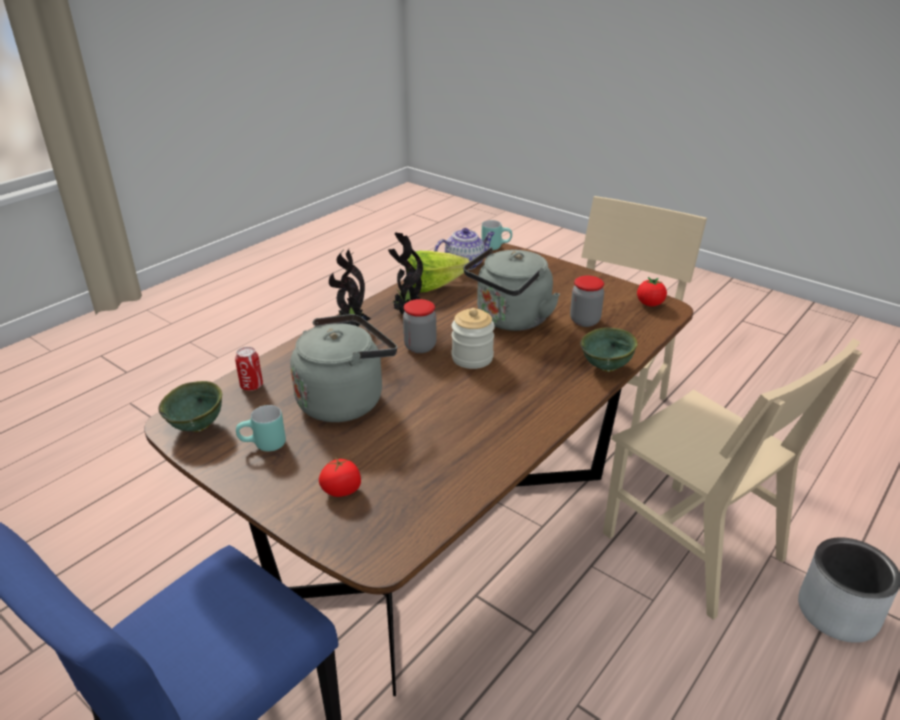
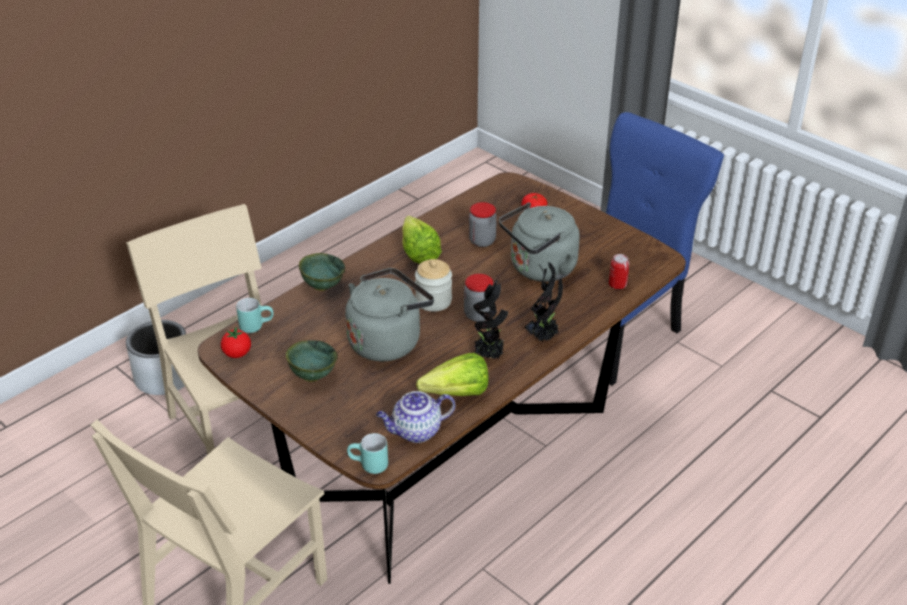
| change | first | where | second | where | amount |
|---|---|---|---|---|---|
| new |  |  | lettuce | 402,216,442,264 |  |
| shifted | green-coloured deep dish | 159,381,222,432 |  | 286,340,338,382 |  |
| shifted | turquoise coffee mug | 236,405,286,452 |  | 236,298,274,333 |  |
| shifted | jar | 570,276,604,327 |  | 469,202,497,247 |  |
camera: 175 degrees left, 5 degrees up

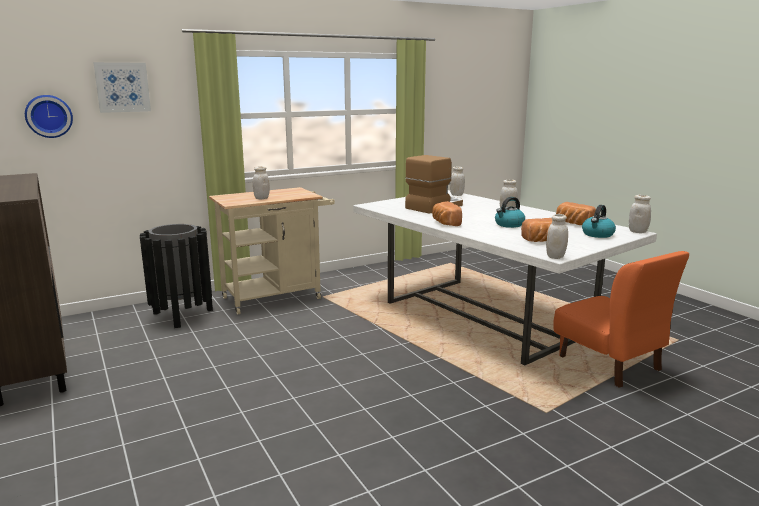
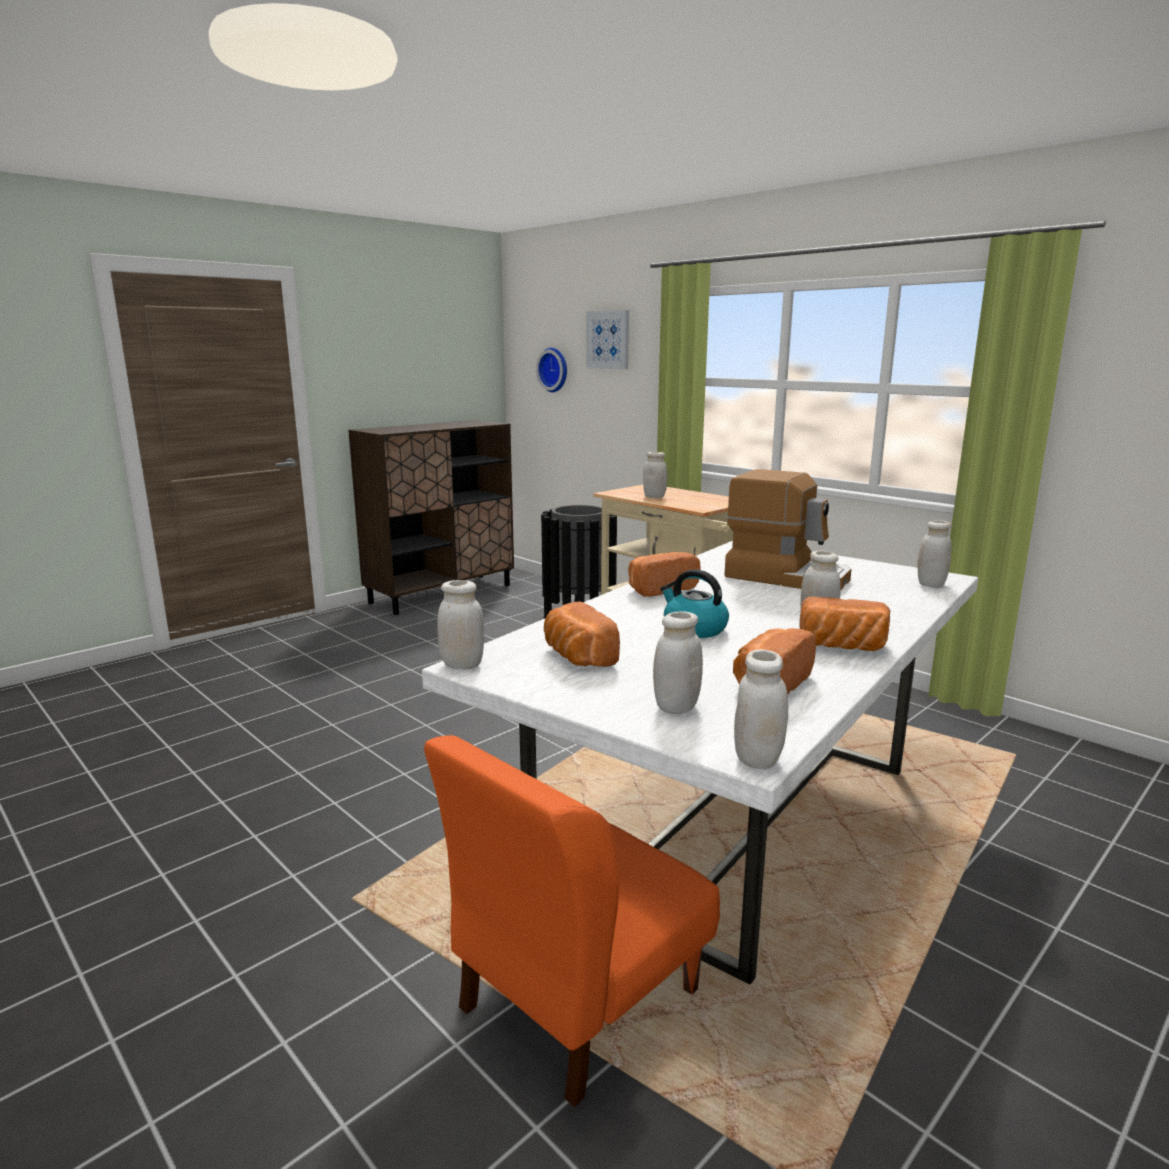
| change | first | where | second | where | amount |
|---|---|---|---|---|---|
| new |  |  | bakery bread | 799,597,890,651 |  |
| swapped | kettle | 582,205,616,238 | white jar | 653,611,703,714 |  |
camera: 75 degrees right, 0 degrees up

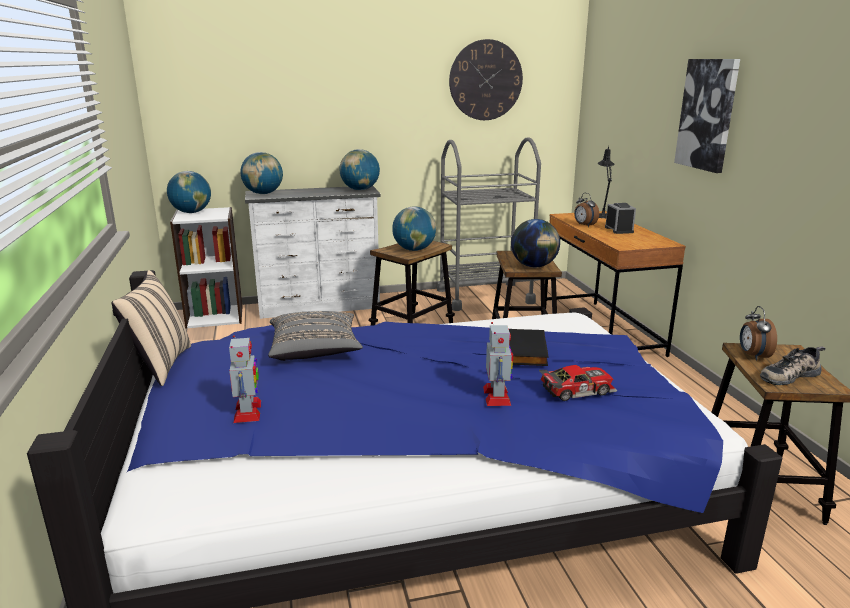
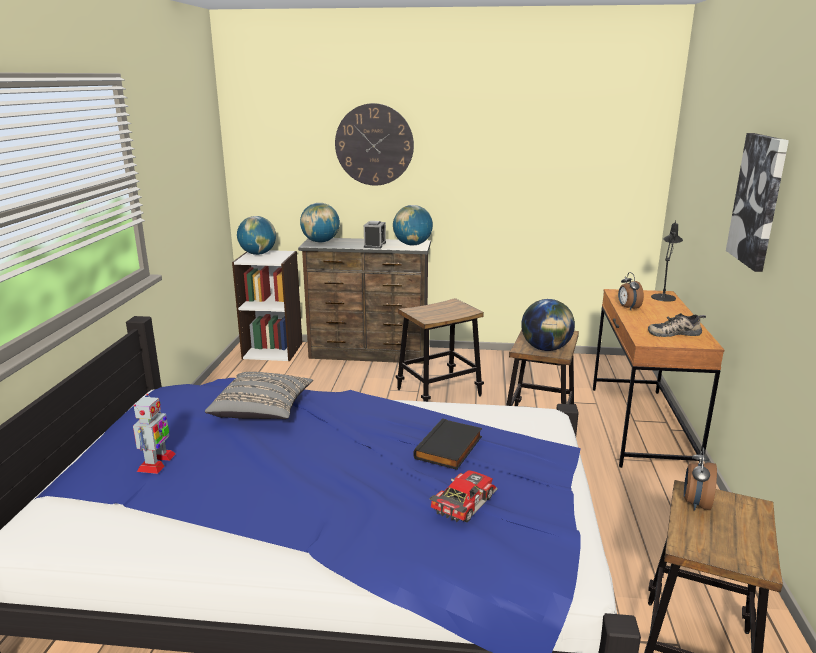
| change | first | where | second | where | amount |
|---|---|---|---|---|---|
| gone | sand-coloured pillow | 112,270,191,386 |  |  |  |
| gone | desk globe | 392,206,436,251 |  |  |  |
| gone | grey trolley | 437,137,541,311 |  |  |  |
| gone | model robot | 483,322,513,406 |  |  |  |
| shifted | clock on the wall | 449,39,523,120 |  | 335,103,414,185 |  |
| shifted | table clock | 605,203,636,234 |  | 364,221,386,249 |  |
| shifted | item of footwear | 760,347,826,385 |  | 648,313,706,337 |  |
| repainted | white chest of drawers | 245,186,380,319 | brown chest of drawers | 298,238,431,364 |  |
| rotated | toy car | 539,365,617,401 |  | 429,470,498,522 | 60 degrees counterclockwise |
camera: 20 degrees right, 0 degrees up

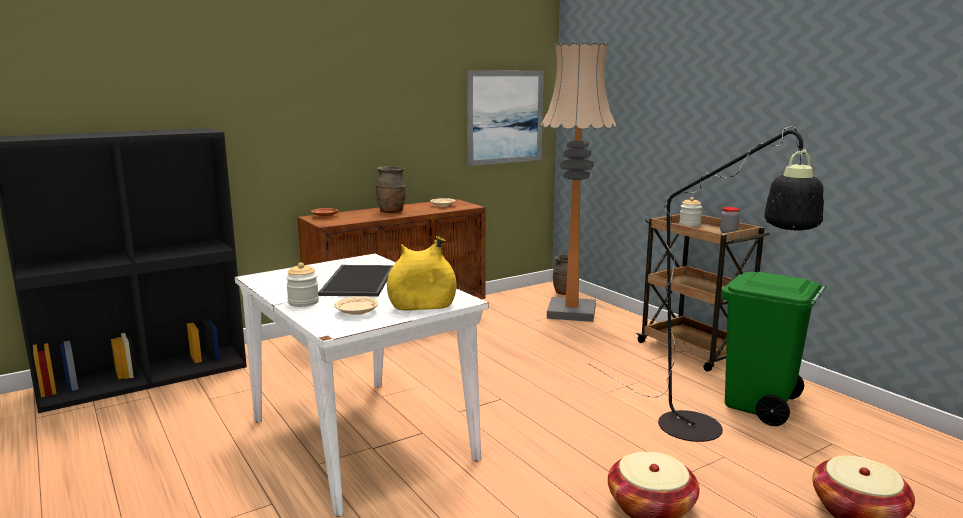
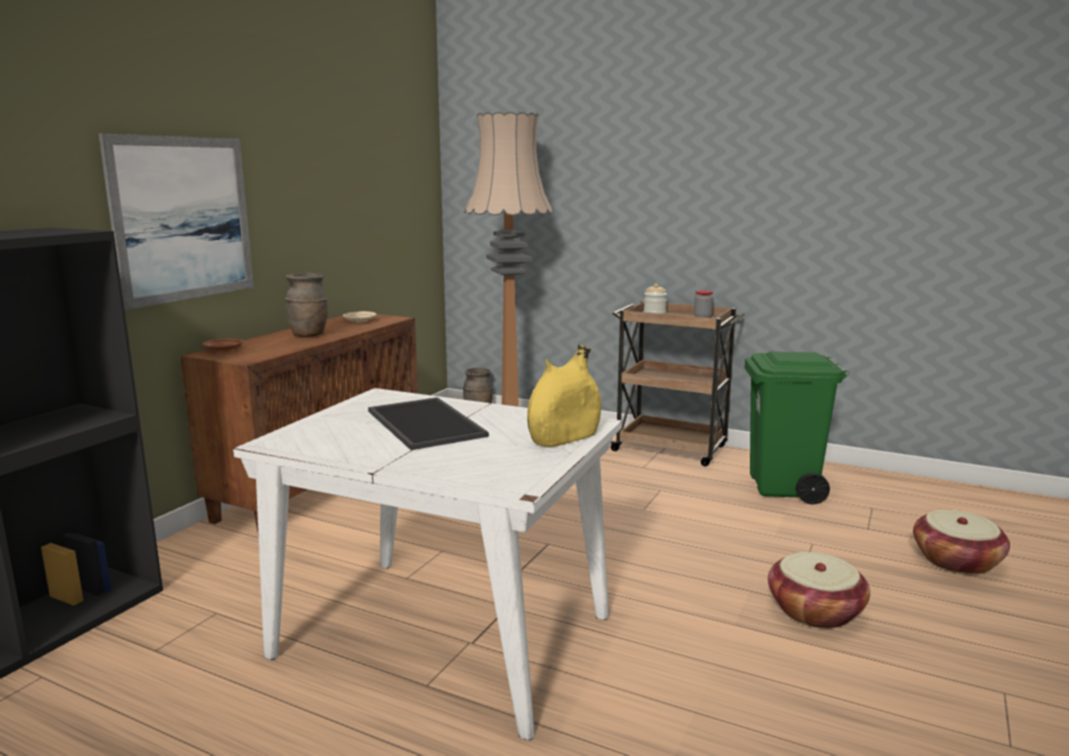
| change | first | where | second | where | amount |
|---|---|---|---|---|---|
| gone | jar | 286,263,319,307 |  |  |  |
| gone | sand-coloured plate | 334,297,378,315 |  |  |  |
| gone | blackish standing lamp | 588,127,824,442 |  |  |  |
| shifted | wall picture | 467,71,544,166 |  | 99,134,254,310 |  |
camera: 30 degrees left, 0 degrees up

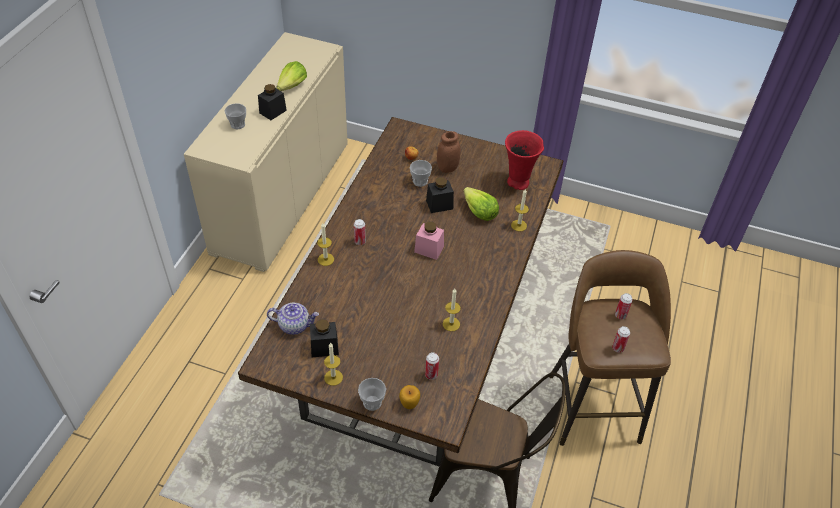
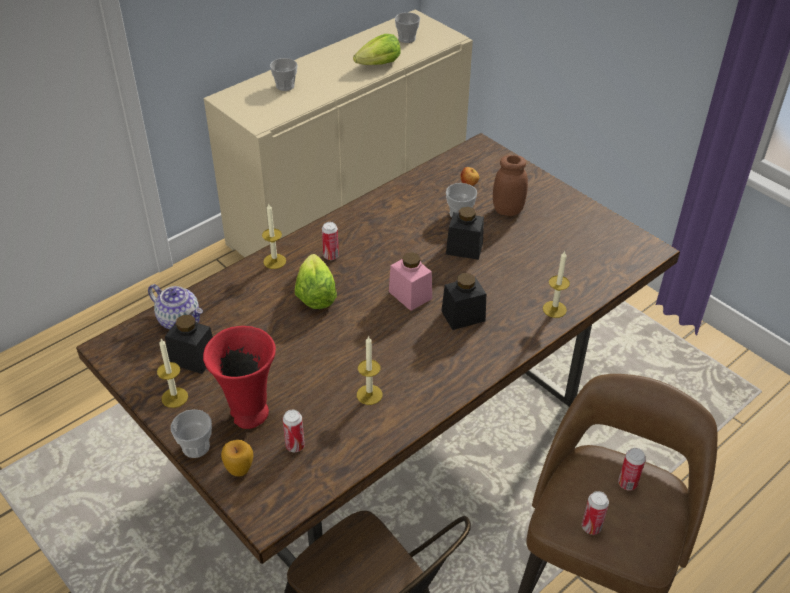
| change | first | where | second | where | amount |
|---|---|---|---|---|---|
| new |  |  | cup | 395,12,420,43 |  |
| shifted | blackish jar | 258,84,287,120 |  | 441,273,486,330 |  |
| shifted | lettuce | 464,187,499,221 |  | 295,254,337,309 |  |
| shifted | red-coloured vase | 505,130,544,190 |  | 203,326,276,429 |  |
camera: 30 degrees right, 5 degrees down

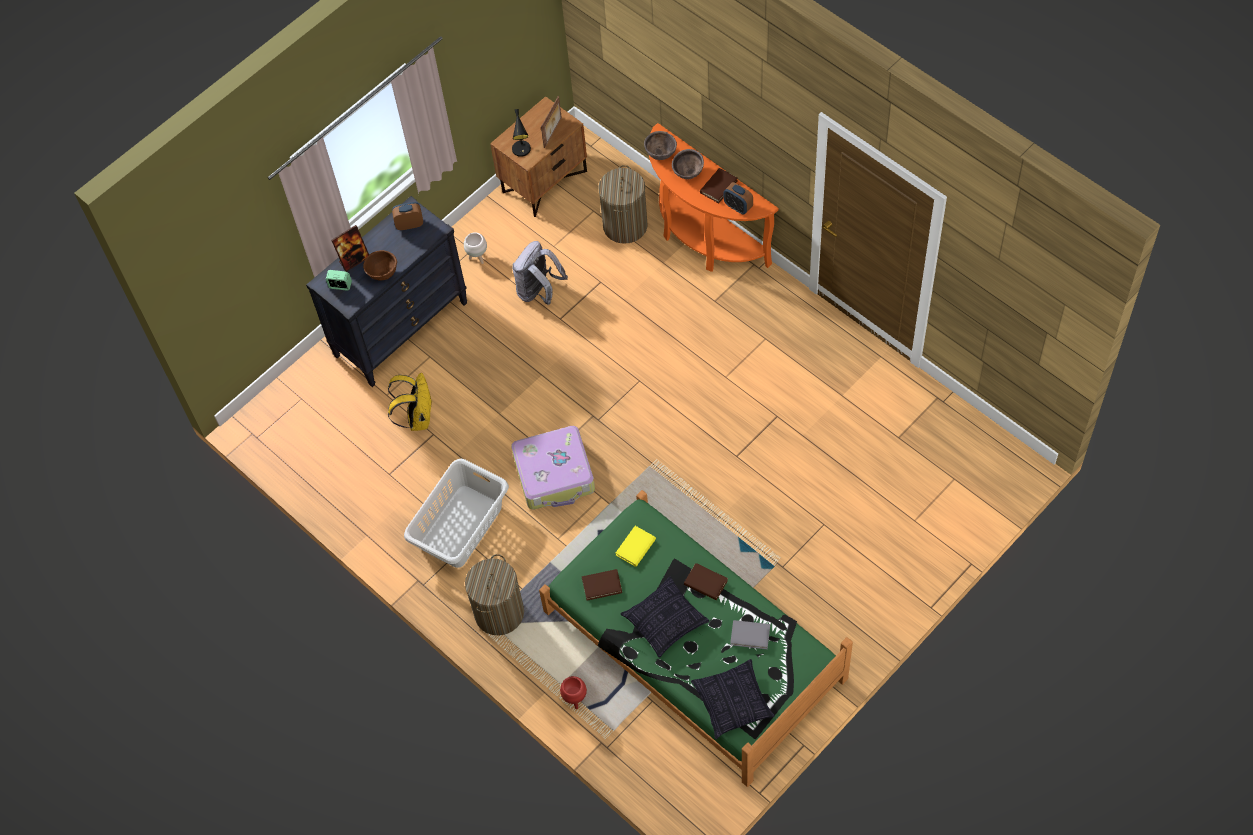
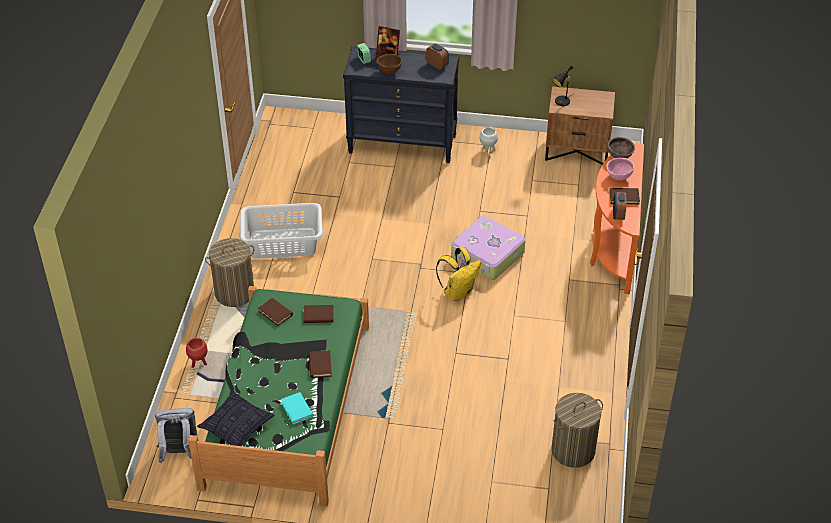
| change | first | where | second | where | amount |
|---|---|---|---|---|---|
| gone | photo frame | 541,96,562,148 |  |  |  |
| gone | pillow | 620,577,709,658 |  |  |  |
| shifted | yellow knapsack | 388,373,432,431 |  | 436,246,481,301 |  |
| shifted | travel case | 511,426,595,510 |  | 451,216,525,280 |  |
| shifted | grey knapsack | 512,241,568,305 |  | 155,408,197,463 |  |
| shifted | hamper | 598,165,648,244 |  | 552,393,603,468 |  |
| repainted | yellow bound book | 616,526,656,567 | brown bound book | 303,305,334,323 |  |
| repainted | brown deep dish | 672,149,704,179 | pinkish deep dish | 606,158,635,181 |  |
| repainted | grey bound book | 730,620,770,649 | turquoise bound book | 281,392,313,424 |  |
camera: 50 degrees right, 15 degrees down

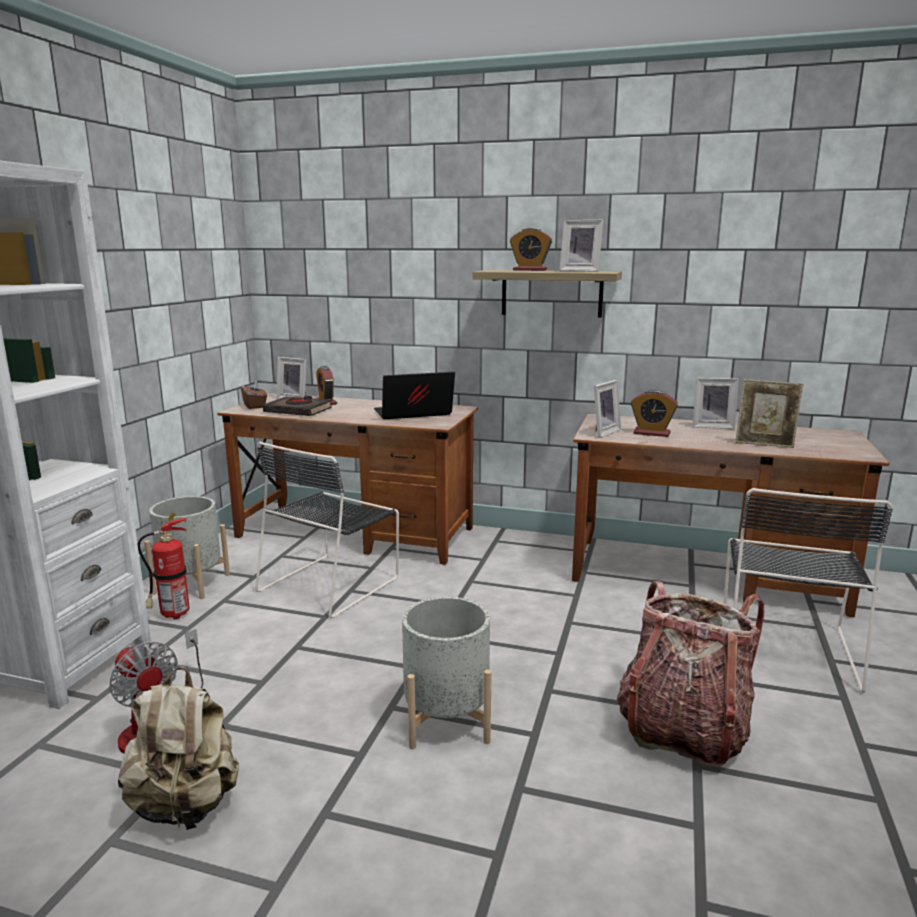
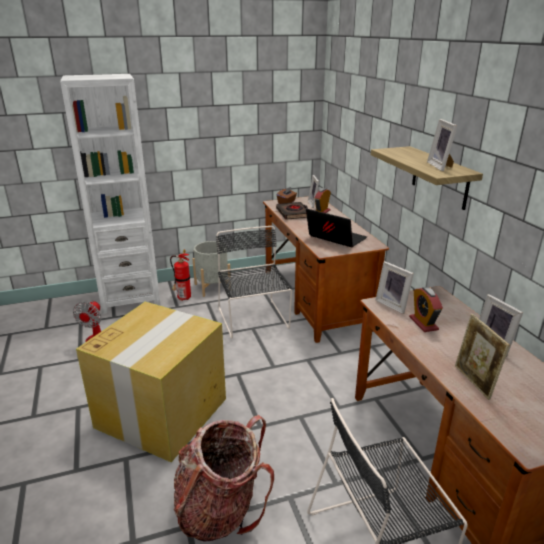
| change | first | where | second | where | amount |
|---|---|---|---|---|---|
| gone | sand-coloured knapsack | 118,666,239,833 |  |  |  |
| gone | table clock | 510,228,552,271 |  |  |  |
| swapped | grey plant pot | 402,596,492,749 | cardboard box | 76,302,226,462 |  |
| rotated | blackish plain chair | 255,441,399,618 |  | 216,226,292,338 | 75 degrees clockwise |
| rotated | photo frame | 594,380,621,438 |  | 376,261,414,314 | 45 degrees clockwise |
camera: 55 degrees right, 10 degrees up

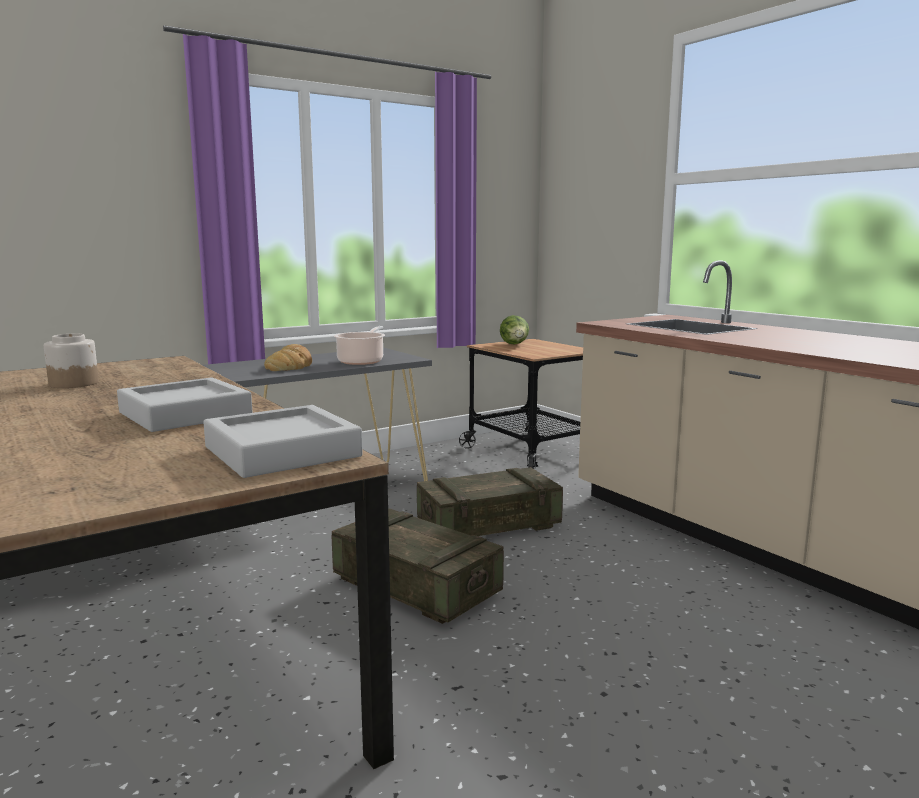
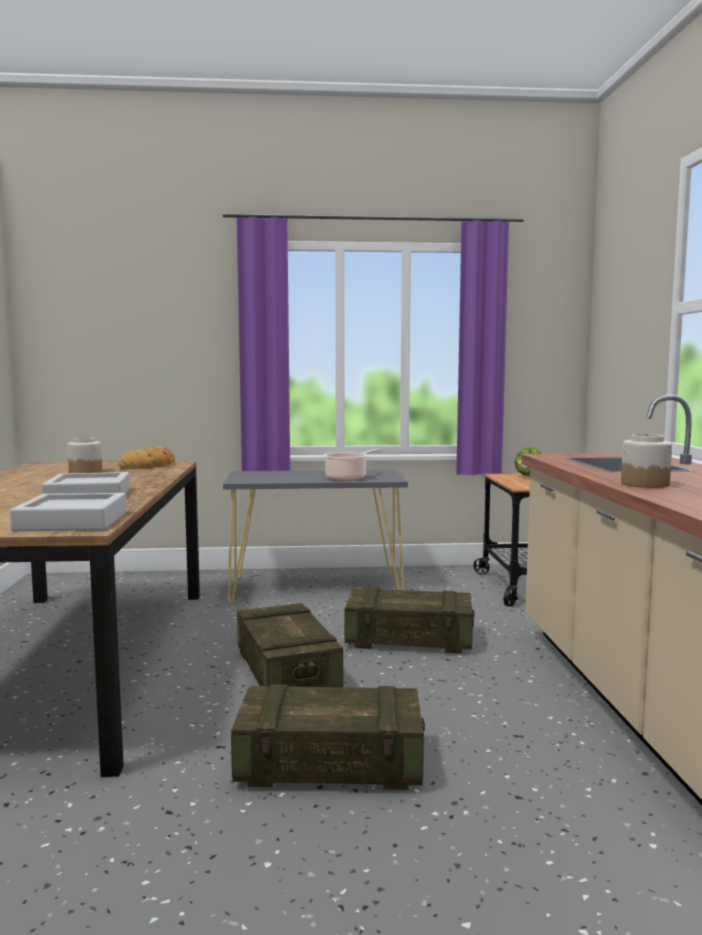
| change | first | where | second | where | amount |
|---|---|---|---|---|---|
| new |  |  | shipping crate | 231,684,425,790 |  |
| new |  |  | jar | 621,434,672,488 |  |
| shifted | bakery bread | 264,344,312,371 |  | 119,446,175,468 |  |
camera: 30 degrees right, 5 degrees down

